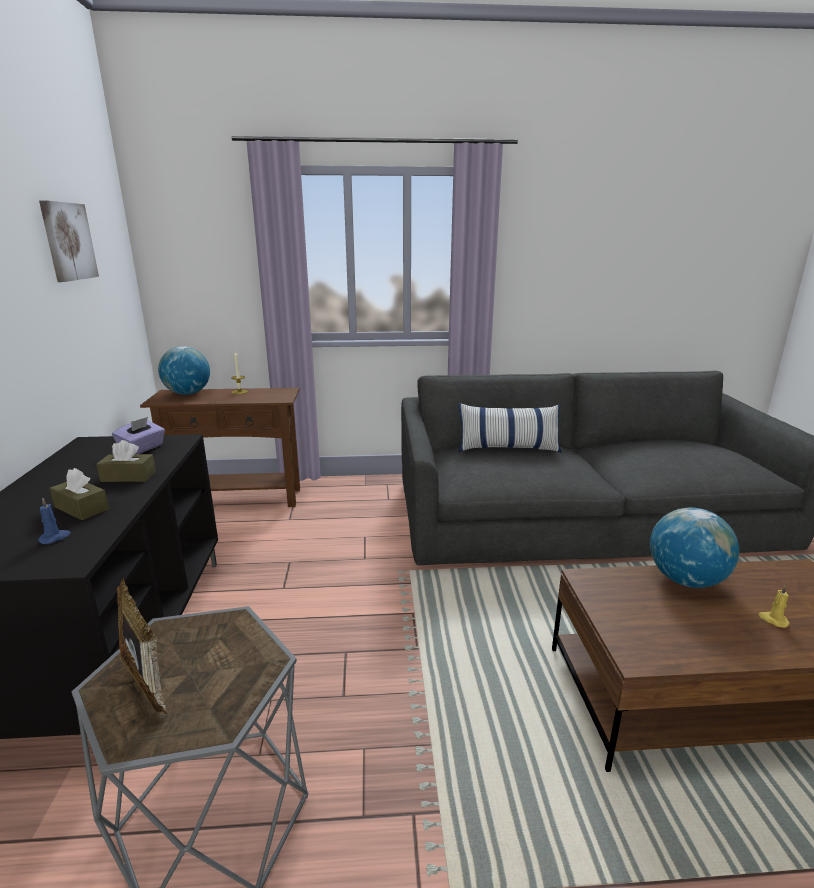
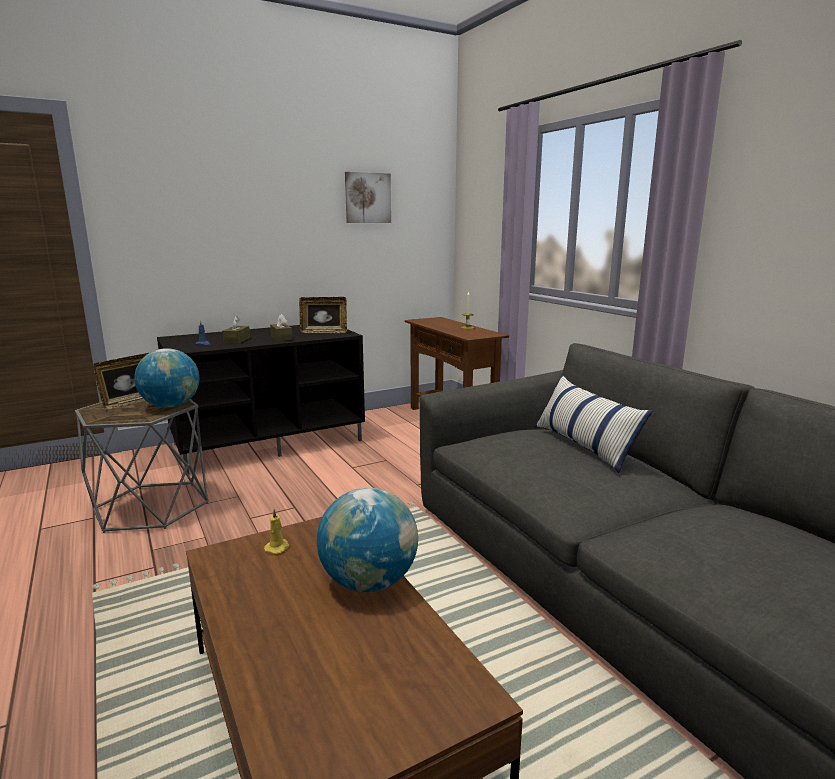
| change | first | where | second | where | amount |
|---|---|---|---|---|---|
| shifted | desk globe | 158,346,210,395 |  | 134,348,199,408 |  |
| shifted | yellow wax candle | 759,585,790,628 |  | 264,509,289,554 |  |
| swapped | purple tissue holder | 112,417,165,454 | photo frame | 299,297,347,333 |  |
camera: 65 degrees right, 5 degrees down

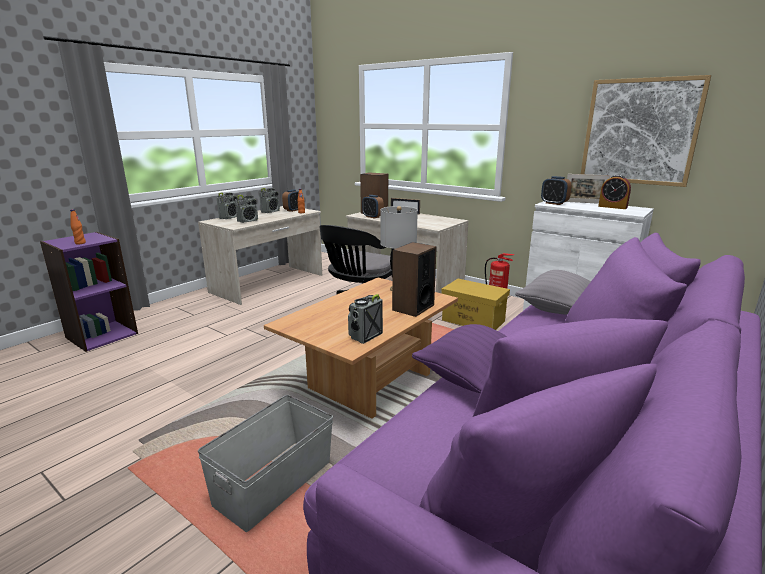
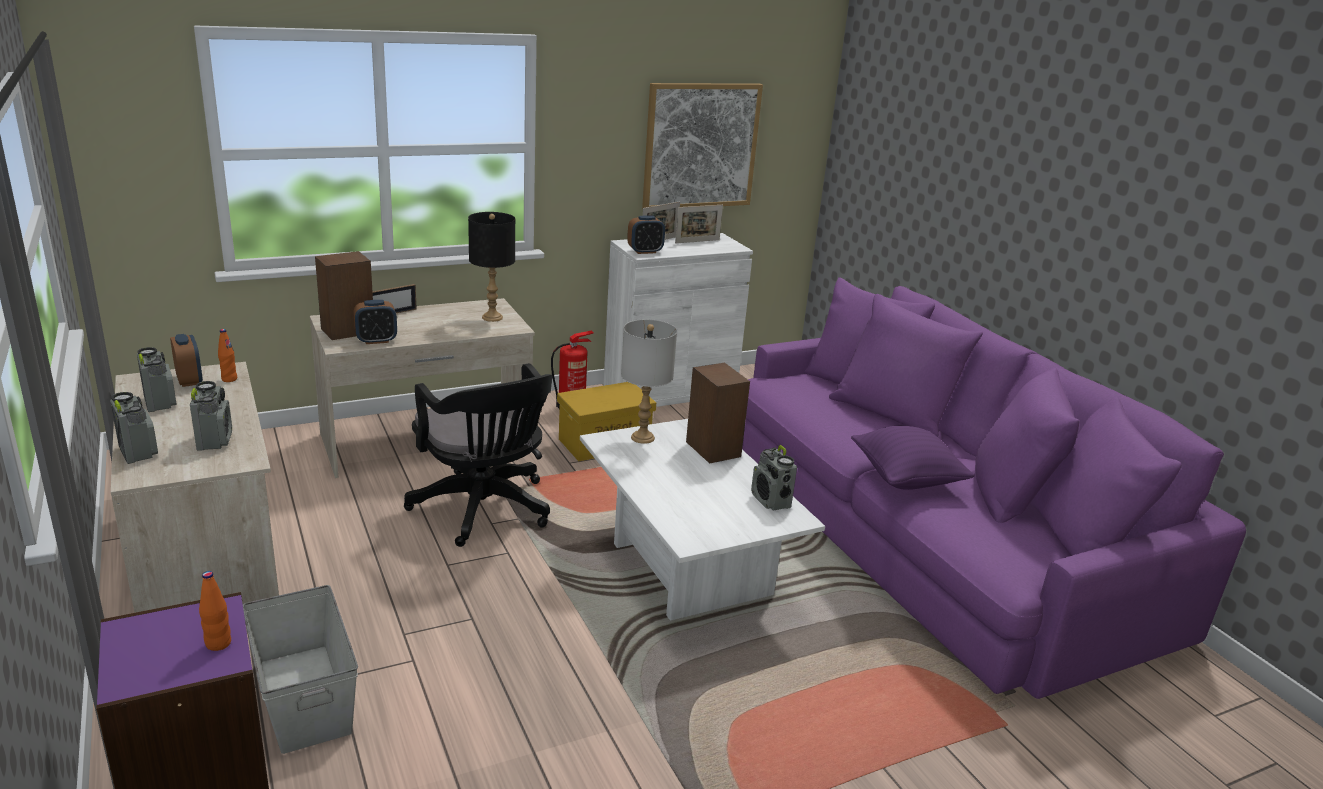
| change | first | where | second | where | amount |
|---|---|---|---|---|---|
| gone | grey pillow | 515,270,591,315 |  |  |  |
| new |  |  | blackish table lamp | 468,212,515,322 |  |
| shifted | grey storage bin | 198,395,333,532 |  | 243,585,358,754 |  |
| swapped | table clock | 598,175,631,209 | photo frame | 675,205,723,244 |  |
| repainted | brown lounge table | 264,278,458,419 | white lounge table | 580,419,825,621 |  |
camera: 65 degrees left, 5 degrees up

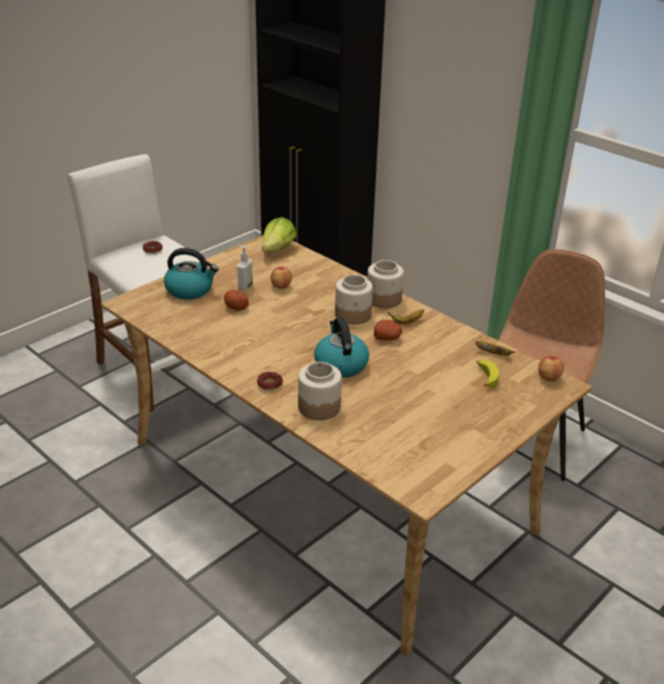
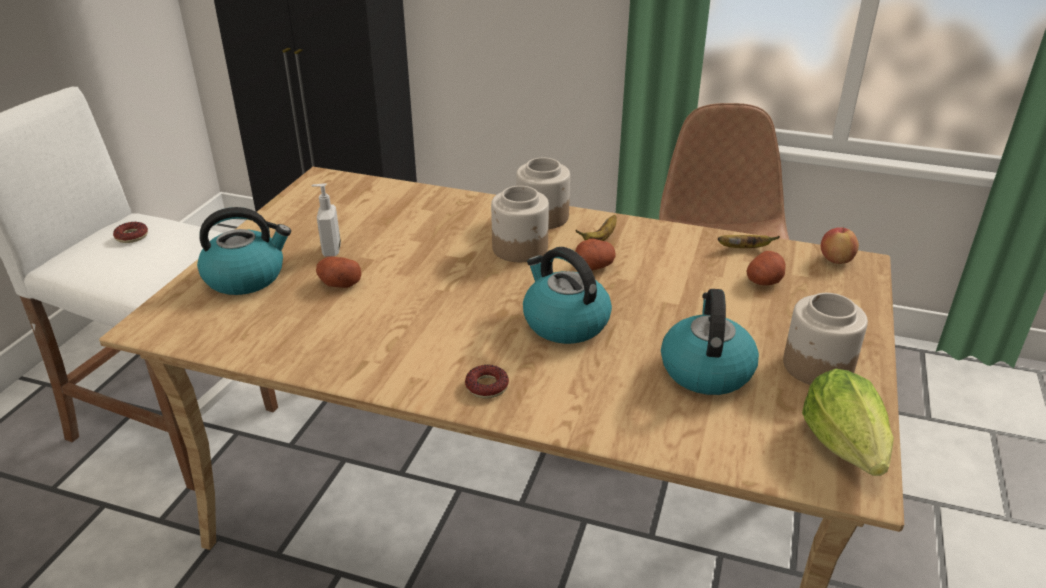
| change | first | where | second | where | amount |
|---|---|---|---|---|---|
| gone | apple fruit | 271,267,292,289 |  |  |  |
| new |  |  | kettle | 661,289,759,395 |  |
| shifted | lettuce | 262,217,297,252 |  | 802,369,894,476 |  |
| shifted | jar | 298,362,342,420 |  | 783,293,868,385 |  |
| swapped | banana | 476,359,499,388 | spud | 746,251,786,285 |  |
camera: 25 degrees left, 0 degrees up

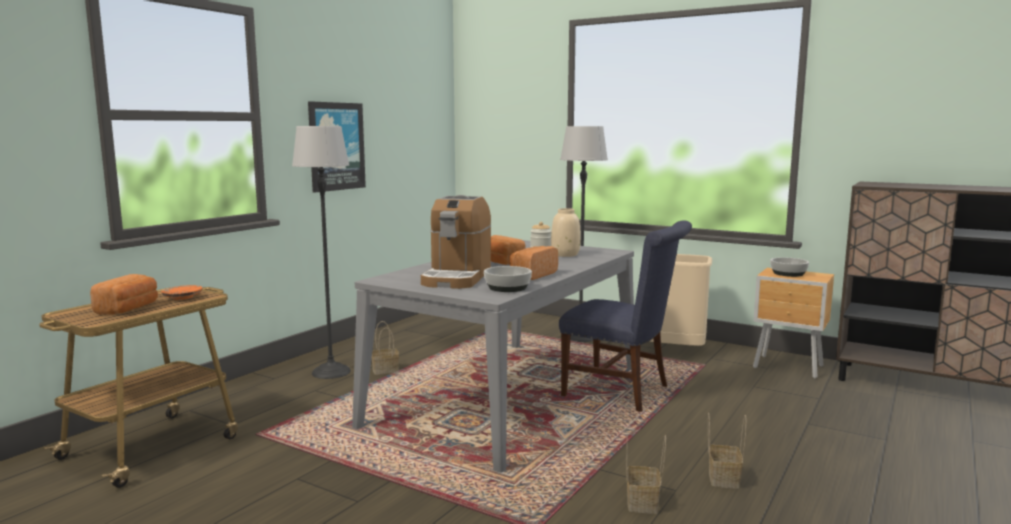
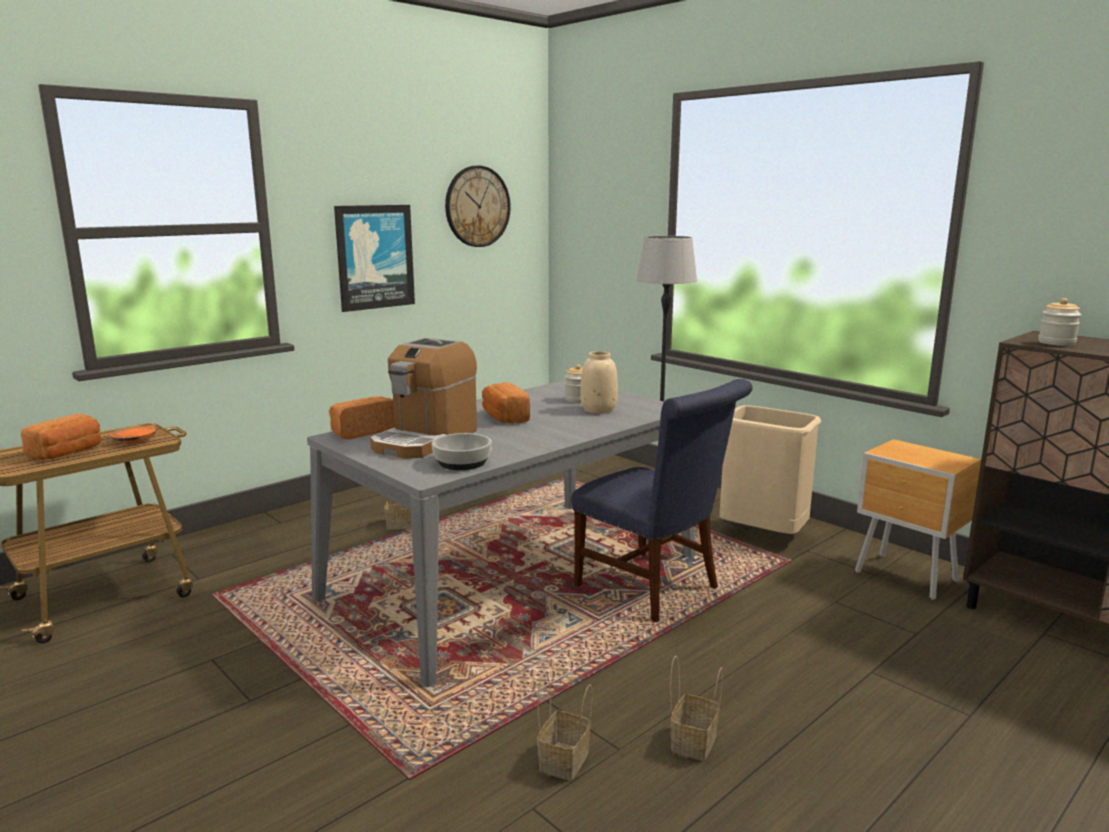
| change | first | where | second | where | amount |
|---|---|---|---|---|---|
| gone | standing lamp | 292,126,351,379 |  |  |  |
| gone | deep dish | 770,257,809,277 |  |  |  |
| new |  |  | clock on the wall | 445,166,511,247 |  |
| new |  |  | jar | 1038,298,1081,346 |  |
| shifted | bakery bread | 510,246,558,280 |  | 329,396,395,440 |  |
camera: 15 degrees right, 5 degrees up

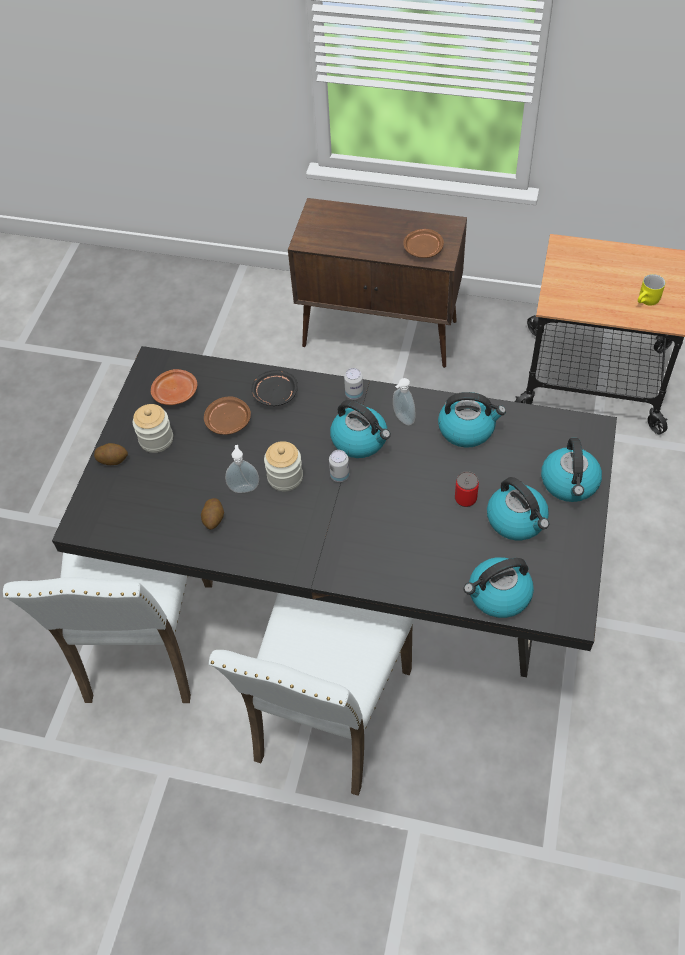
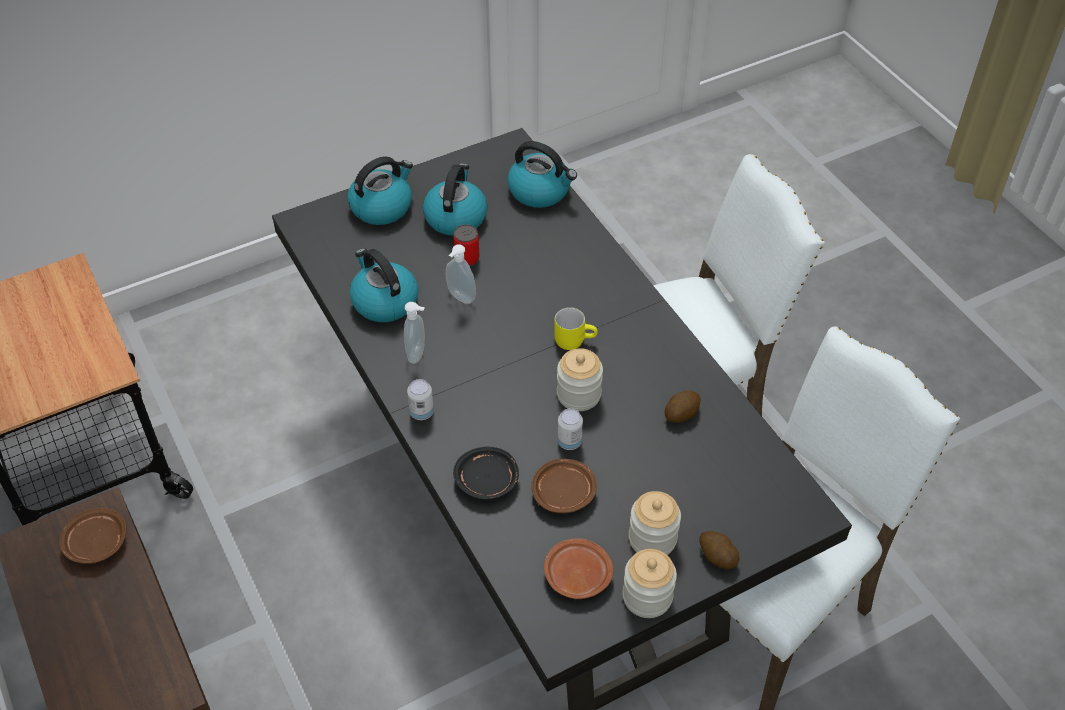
| change | first | where | second | where | amount |
|---|---|---|---|---|---|
| gone | kettle | 330,400,391,458 |  |  |  |
| new |  |  | jar | 623,549,677,618 |  |
| shifted | soap bottle | 225,445,259,493 |  | 446,245,476,304 |  |
| shifted | sealed can | 329,450,349,482 |  | 557,408,583,450 |  |
| shifted | yellow coffee mug | 638,274,665,306 |  | 554,307,598,350 |  |
camera: 135 degrees left, 5 degrees down

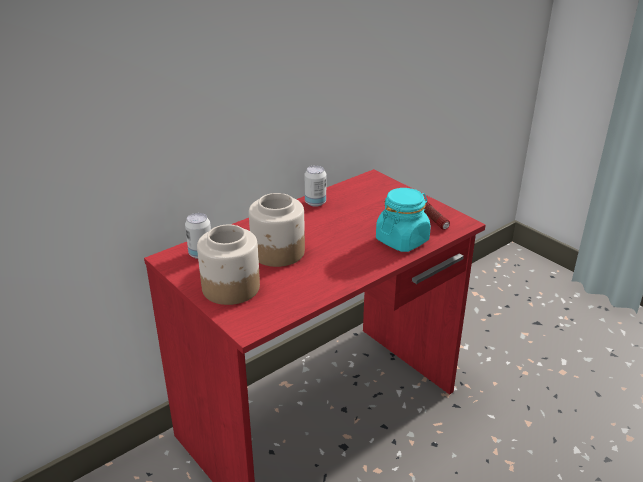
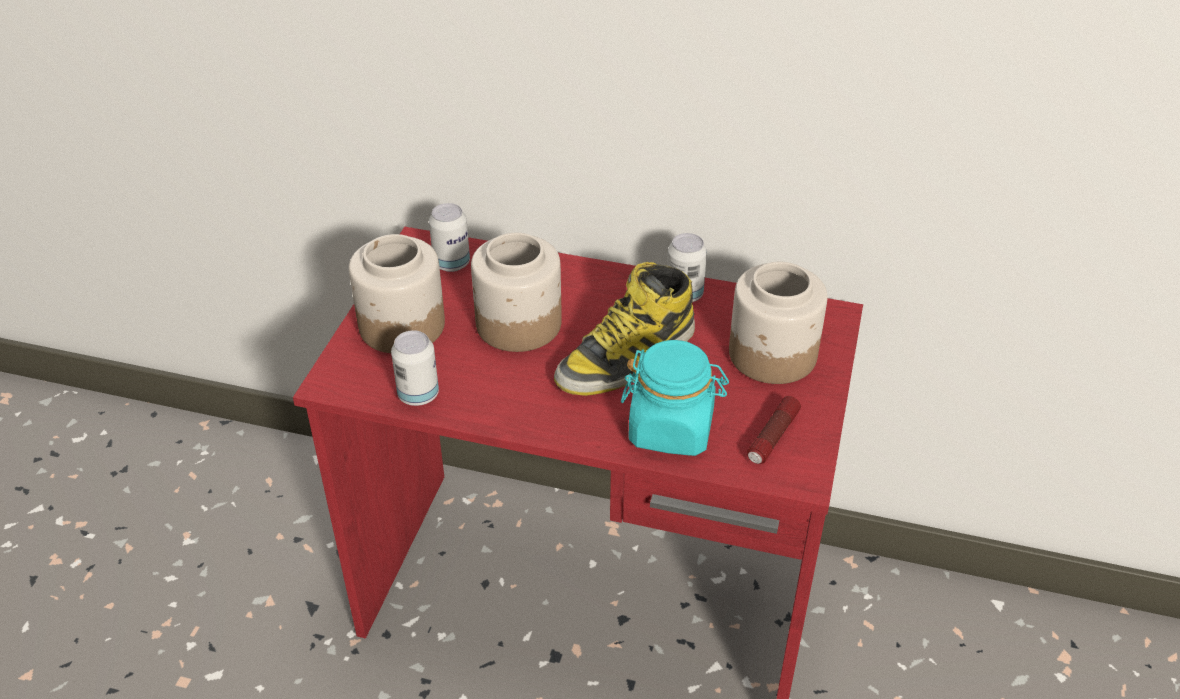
| change | first | where | second | where | amount |
|---|---|---|---|---|---|
| new |  |  | sealed can | 391,330,439,406 |  |
| new |  |  | boot | 554,262,695,396 |  |
| new |  |  | jar | 729,262,828,384 |  |
camera: 55 degrees right, 10 degrees up

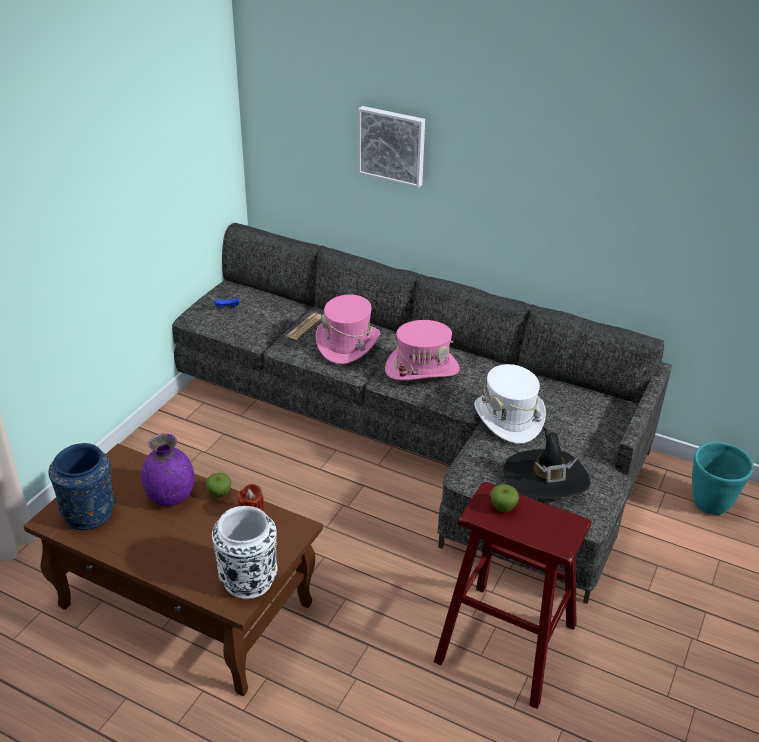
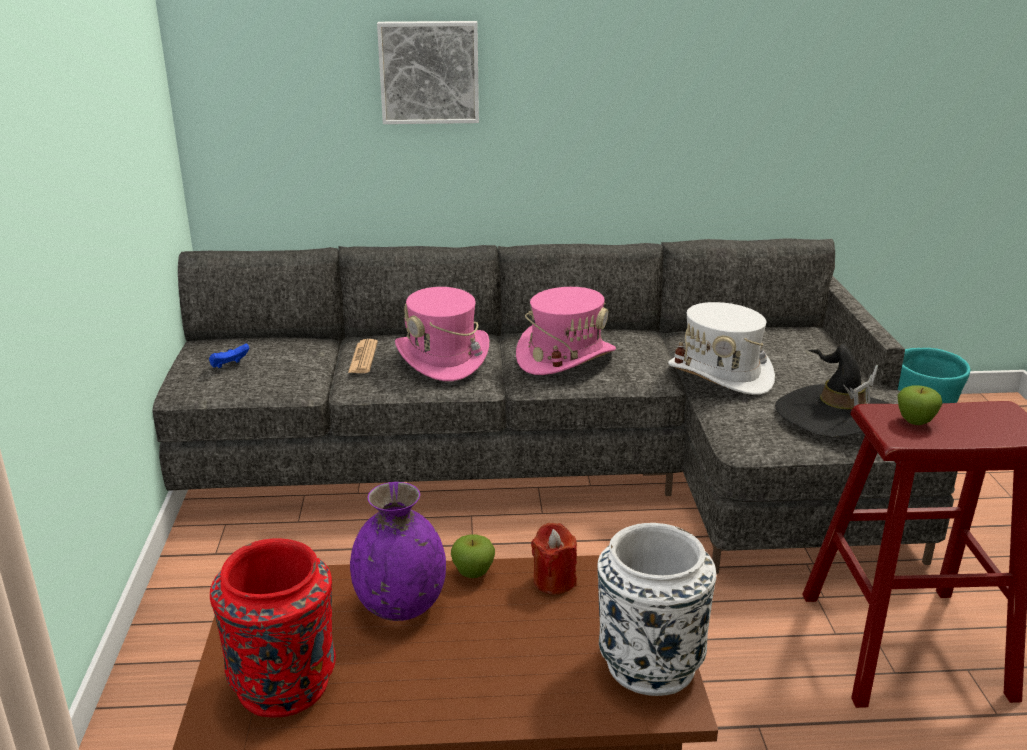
| change | first | where | second | where | amount |
|---|---|---|---|---|---|
| repainted | blue vase | 49,443,115,530 | red-coloured vase | 210,538,336,718 |  |
camera: 30 degrees left, 10 degrees down

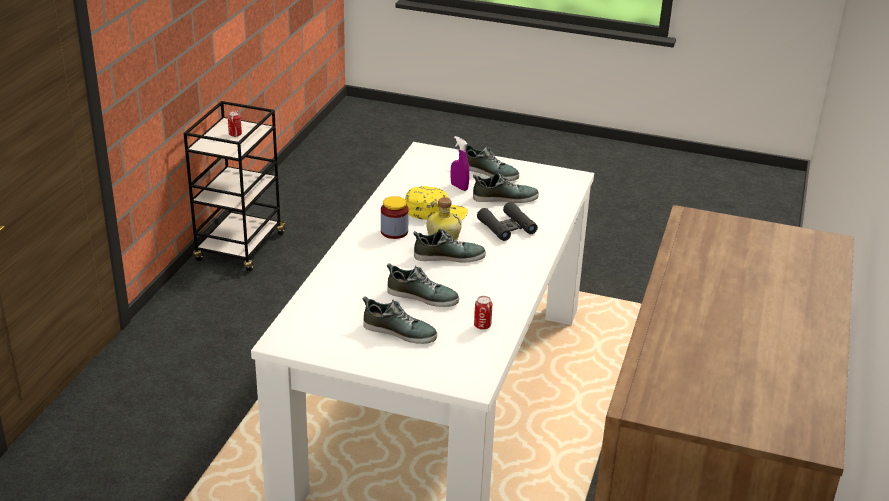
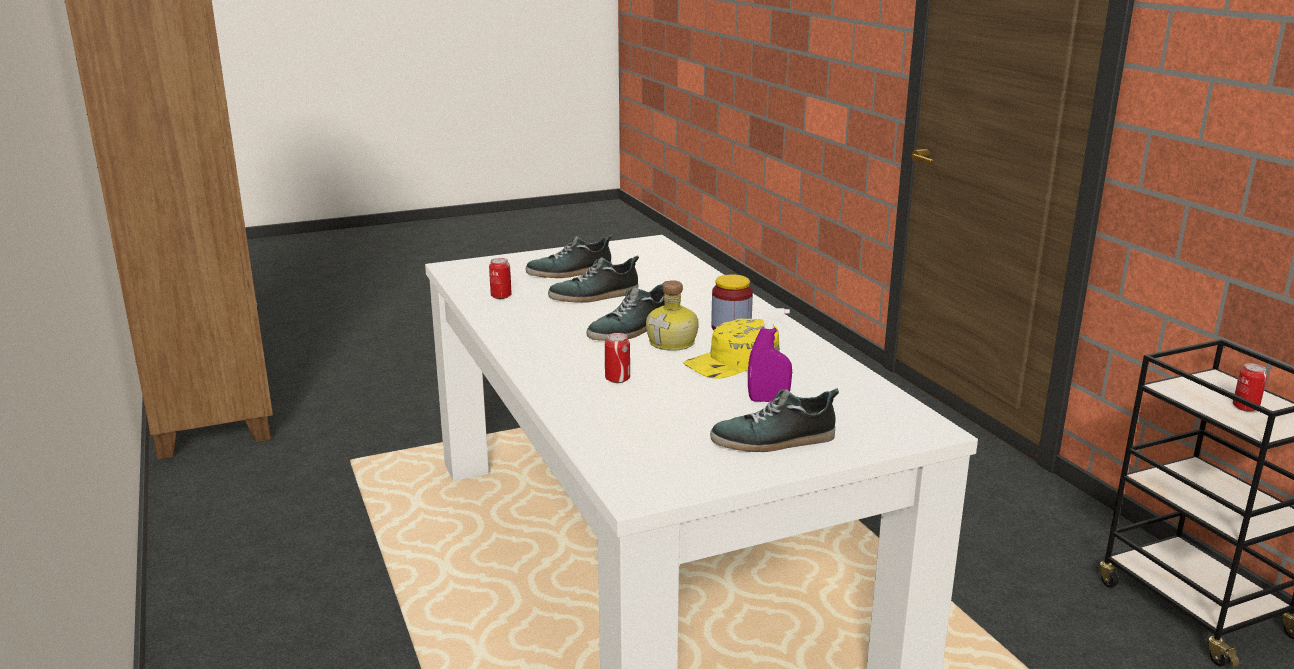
| change | first | where | second | where | amount |
|---|---|---|---|---|---|
| gone | item of footwear | 473,172,539,203 |  |  |  |
| swapped | blackish binoculars | 477,202,538,241 | sealed can | 605,333,630,383 |  |
camera: 140 degrees right, 10 degrees down

